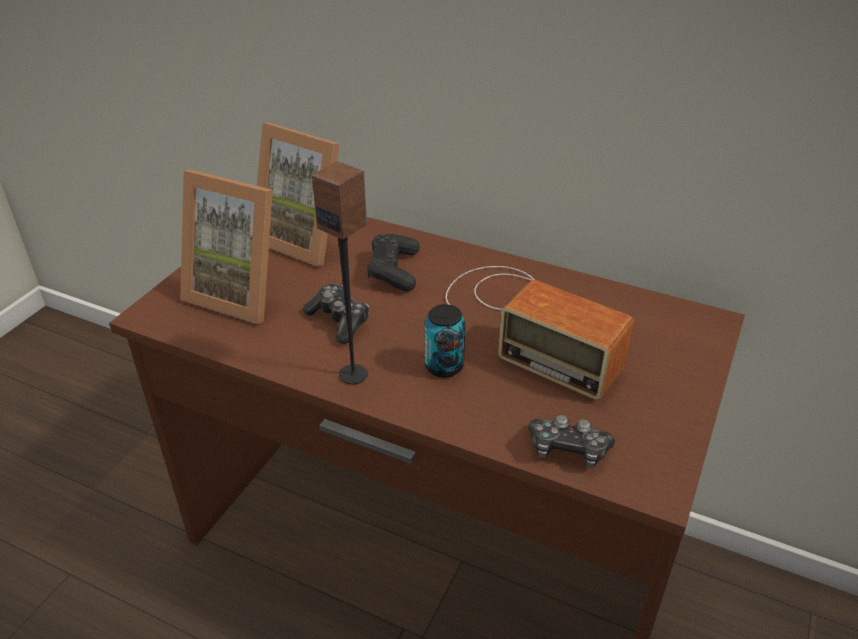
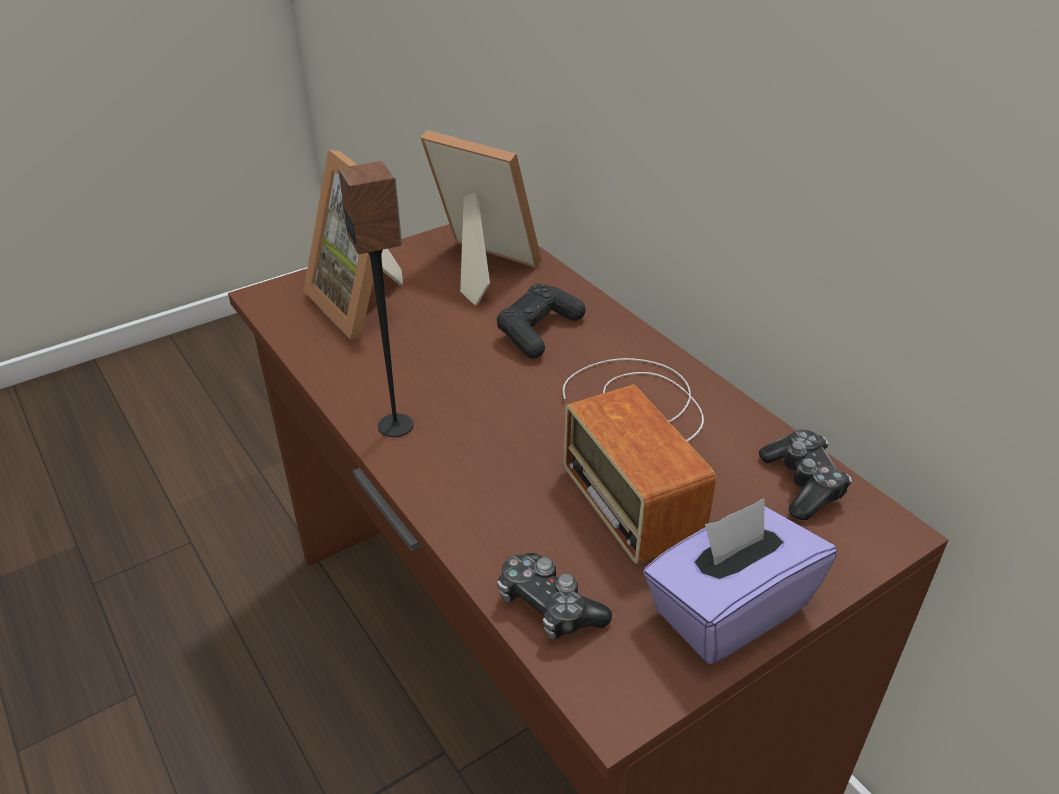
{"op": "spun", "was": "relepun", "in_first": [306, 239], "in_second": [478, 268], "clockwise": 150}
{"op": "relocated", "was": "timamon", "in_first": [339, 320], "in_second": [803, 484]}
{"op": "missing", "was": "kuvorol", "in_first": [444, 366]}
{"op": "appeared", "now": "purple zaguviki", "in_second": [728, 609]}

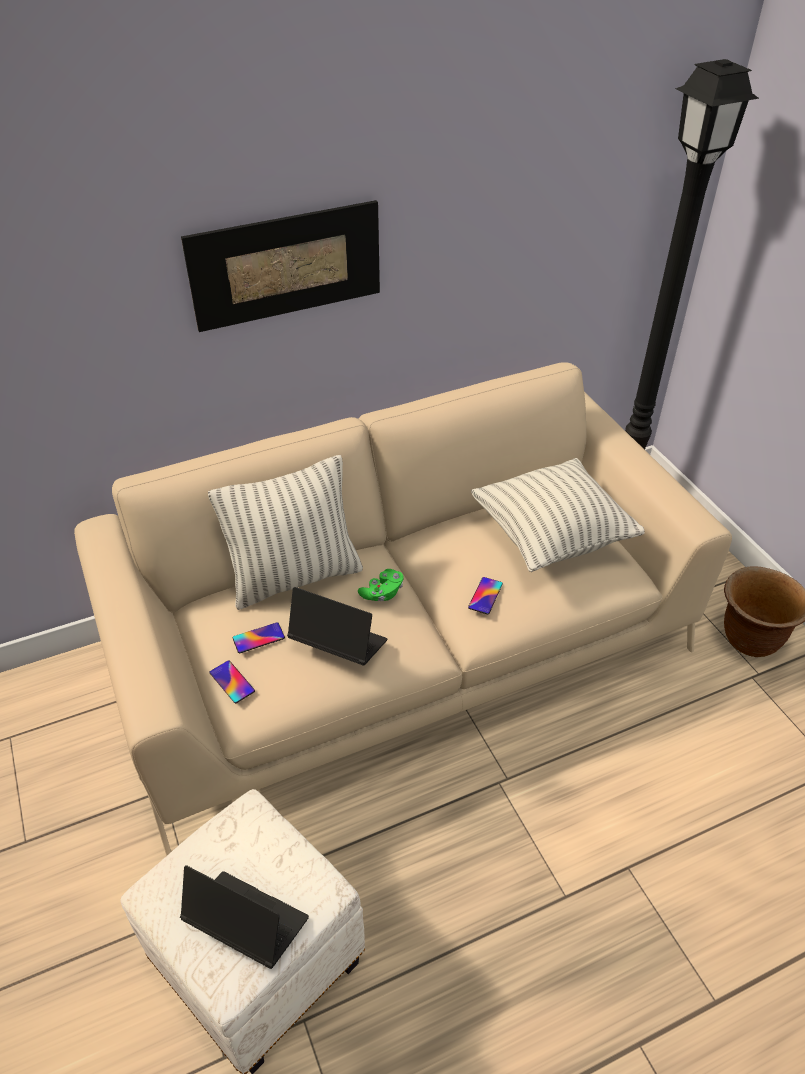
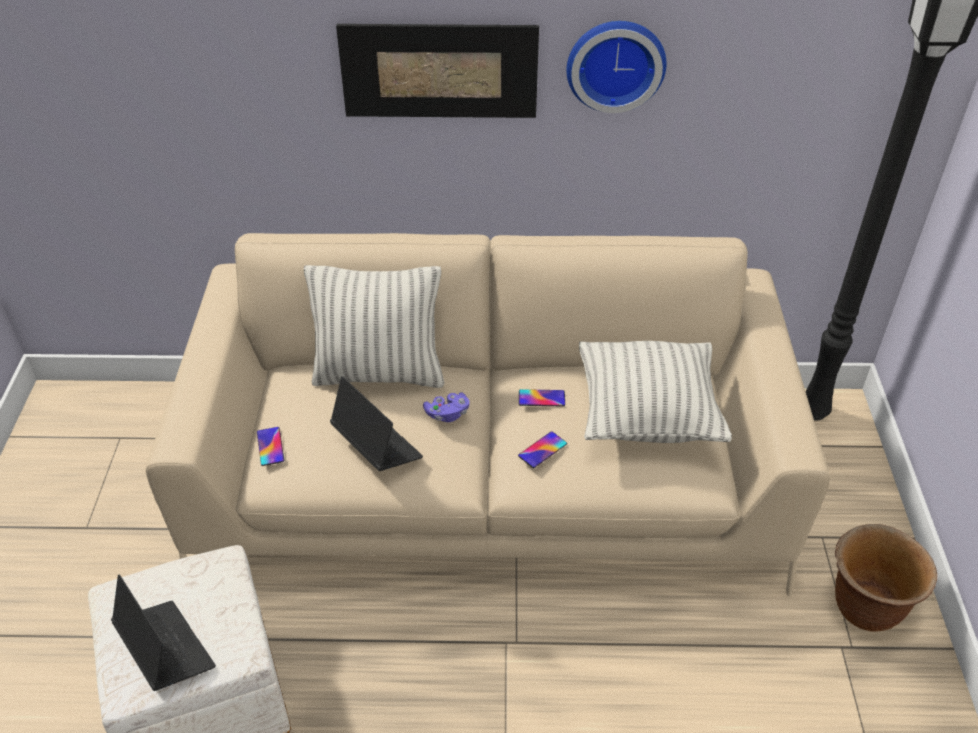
{"op": "relocated", "was": "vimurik", "in_first": [258, 638], "in_second": [541, 398]}
{"op": "colour", "was": "green timamon", "now": "purple timamon", "in_first": [382, 593], "in_second": [447, 414]}
{"op": "appeared", "now": "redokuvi", "in_second": [615, 63]}

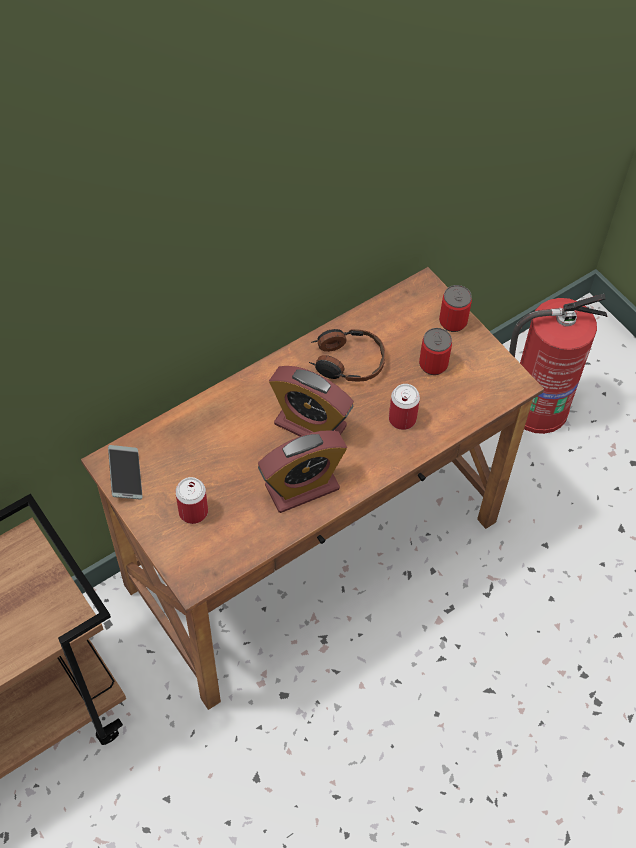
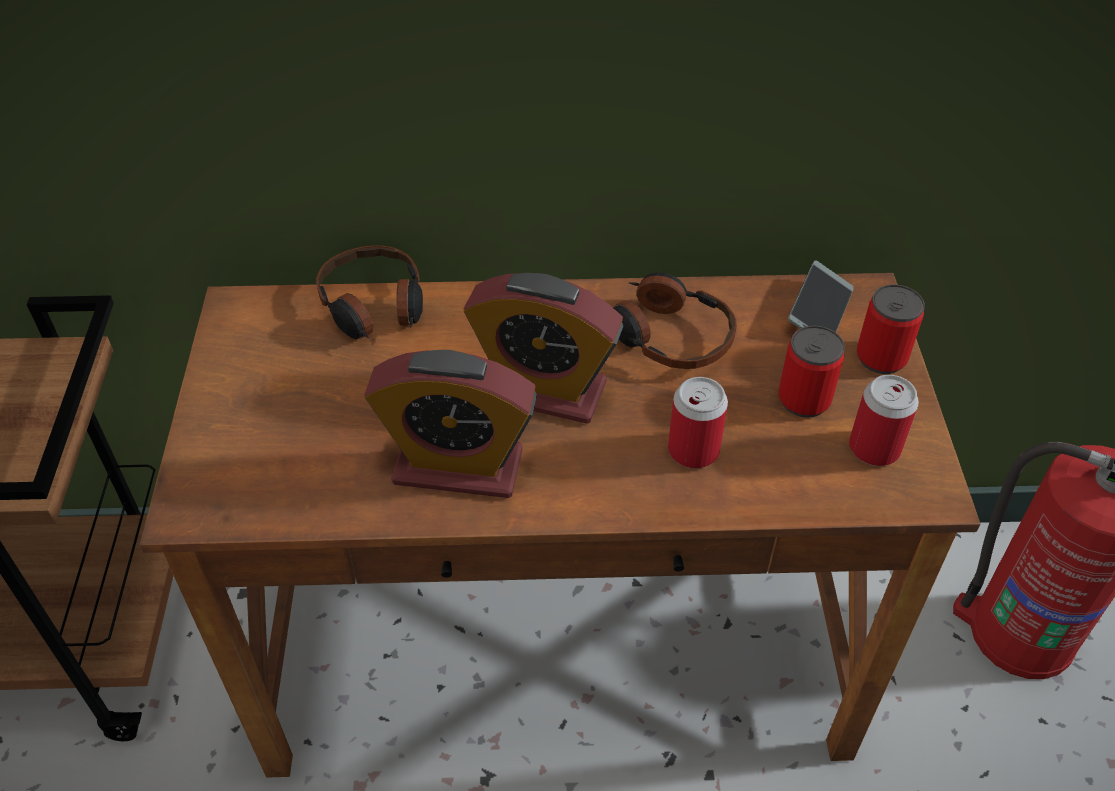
{"op": "relocated", "was": "vimurik", "in_first": [126, 475], "in_second": [819, 311]}
{"op": "relocated", "was": "kuvorol", "in_first": [193, 511], "in_second": [874, 448]}
{"op": "spun", "was": "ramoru", "in_first": [310, 425], "in_second": [543, 390], "clockwise": -45}
{"op": "appeared", "now": "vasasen", "in_second": [374, 306]}

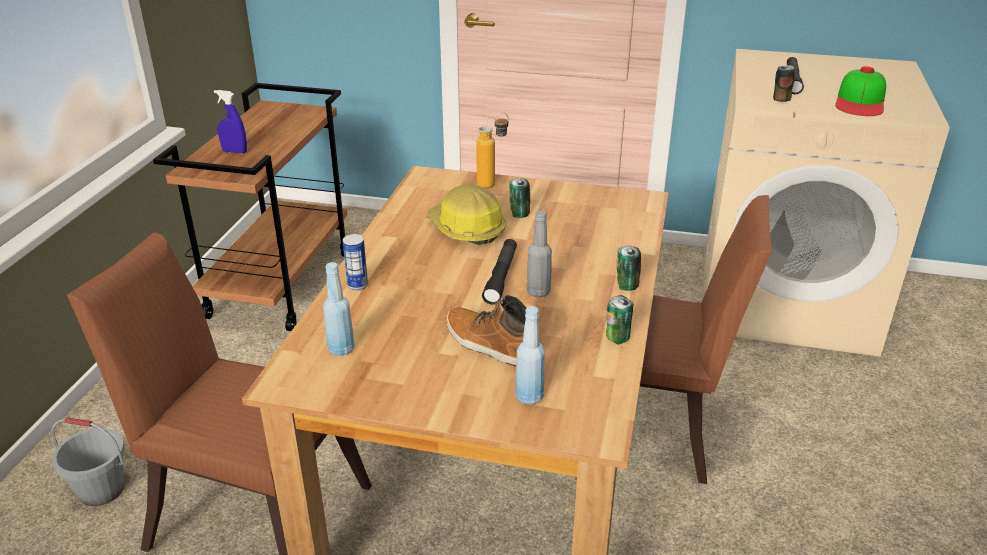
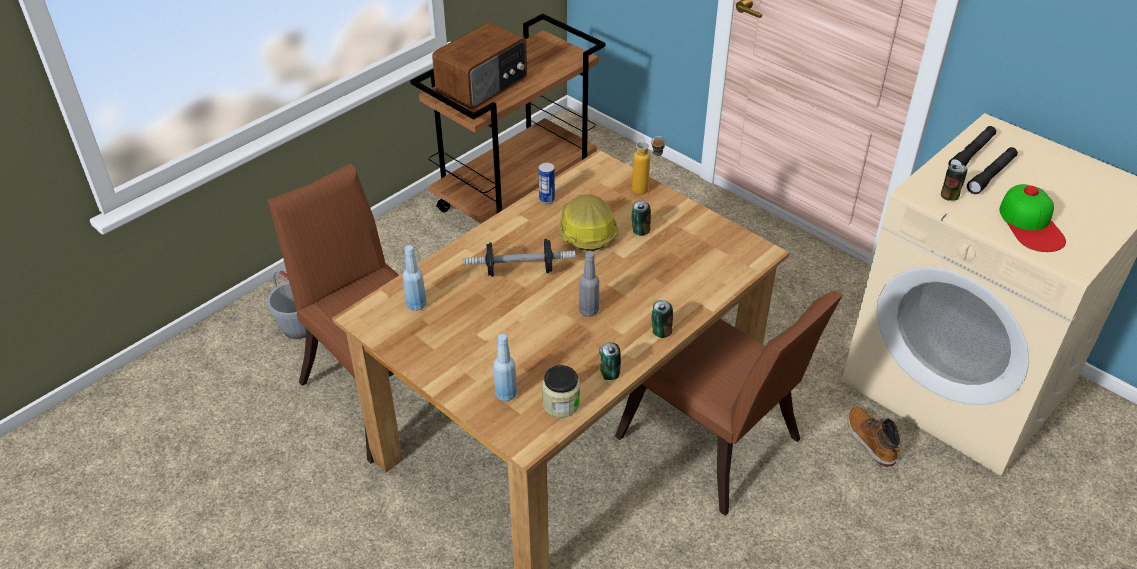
{"op": "exchanged", "was": "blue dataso", "now": "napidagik", "in_first": [235, 152], "in_second": [483, 85]}
{"op": "relocated", "was": "kuvorol", "in_first": [357, 285], "in_second": [547, 200]}
{"op": "relocated", "was": "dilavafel", "in_first": [490, 345], "in_second": [869, 440]}
{"op": "relocated", "was": "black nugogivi", "in_first": [501, 277], "in_second": [971, 153]}
{"op": "spun", "was": "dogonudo", "in_first": [860, 101], "in_second": [1031, 224], "clockwise": -60}
{"op": "appeared", "now": "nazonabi", "in_second": [519, 270]}
{"op": "appeared", "now": "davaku", "in_second": [561, 404]}

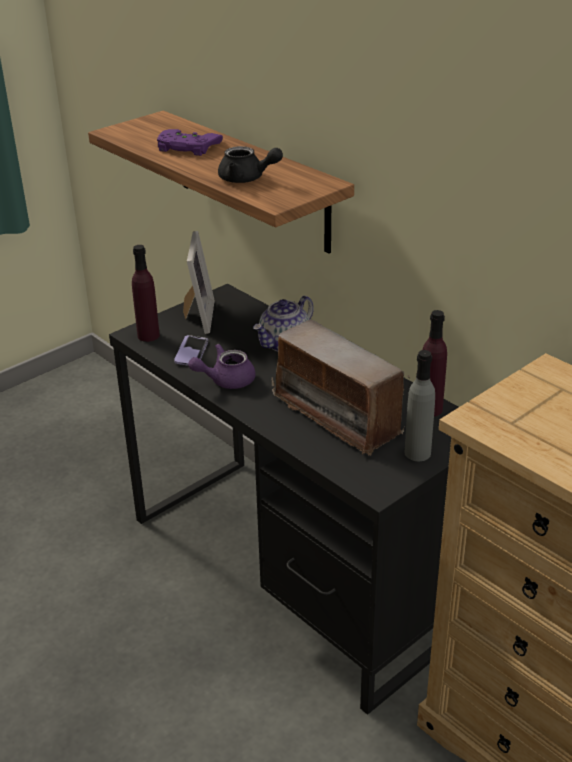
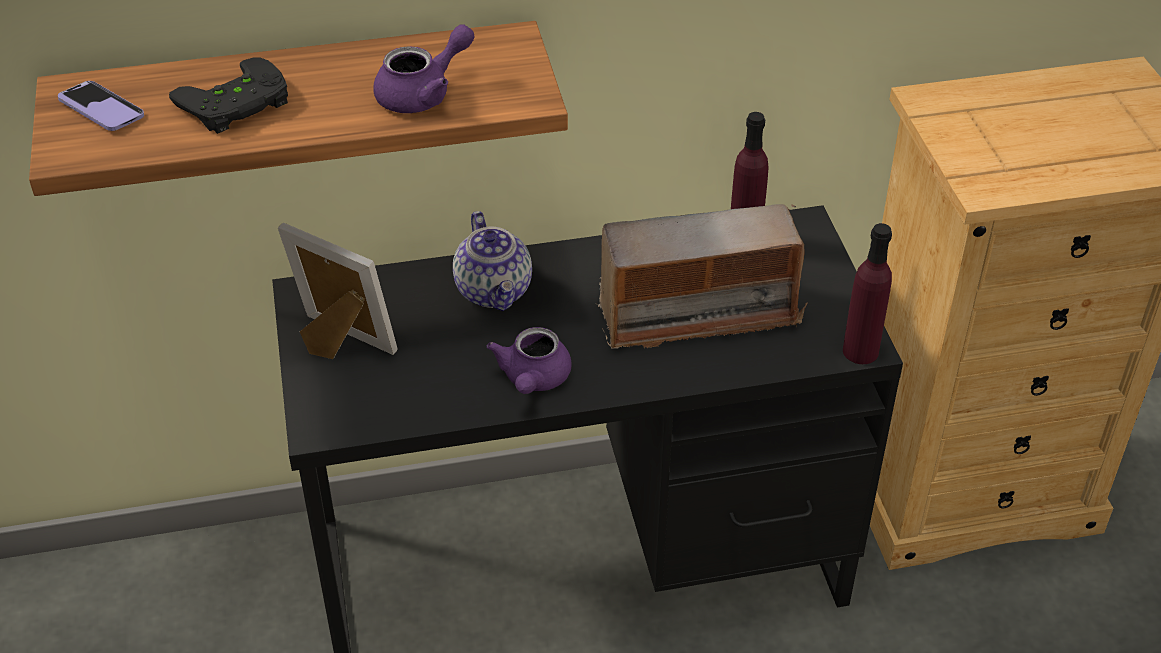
{"op": "relocated", "was": "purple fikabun", "in_first": [148, 335], "in_second": [860, 351]}
{"op": "colour", "was": "purple timamon", "now": "black timamon", "in_first": [186, 147], "in_second": [236, 106]}
{"op": "relocated", "was": "vimurik", "in_first": [191, 352], "in_second": [101, 108]}
{"op": "colour", "was": "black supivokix", "now": "purple supivokix", "in_first": [247, 179], "in_second": [423, 94]}
{"op": "missing", "was": "grey fikabun", "in_first": [417, 453]}

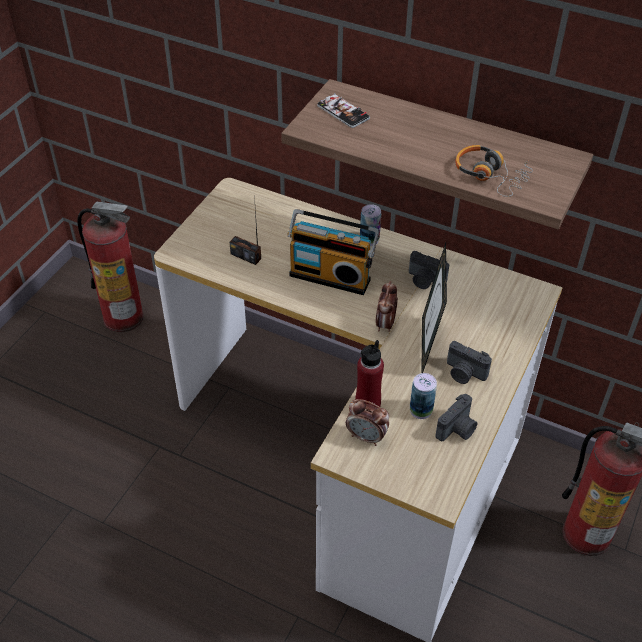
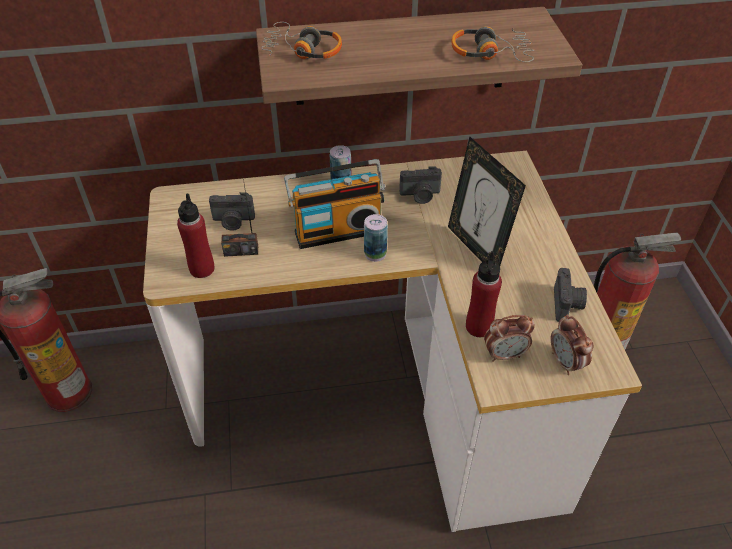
{"op": "exchanged", "was": "vimurik", "now": "vasasen", "in_first": [343, 112], "in_second": [302, 51]}
{"op": "relocated", "was": "ramoru", "in_first": [385, 324], "in_second": [565, 362]}
{"op": "relocated", "was": "kuvorol", "in_first": [421, 410], "in_second": [375, 254]}
{"op": "relocated", "was": "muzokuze", "in_first": [464, 373], "in_second": [233, 221]}
{"op": "appeared", "now": "red fikabun", "in_second": [202, 269]}

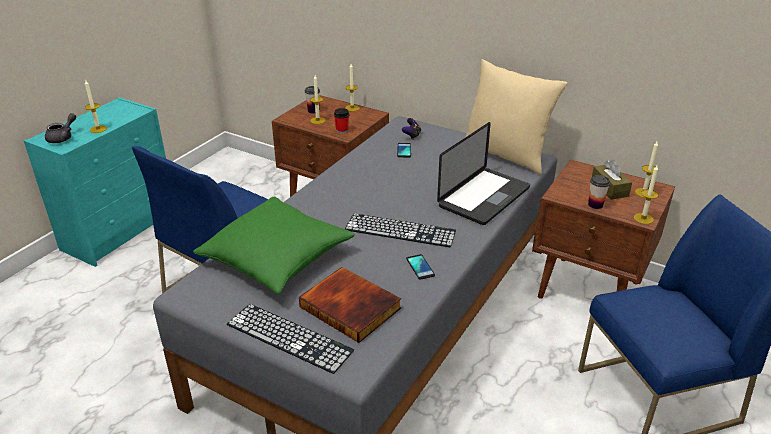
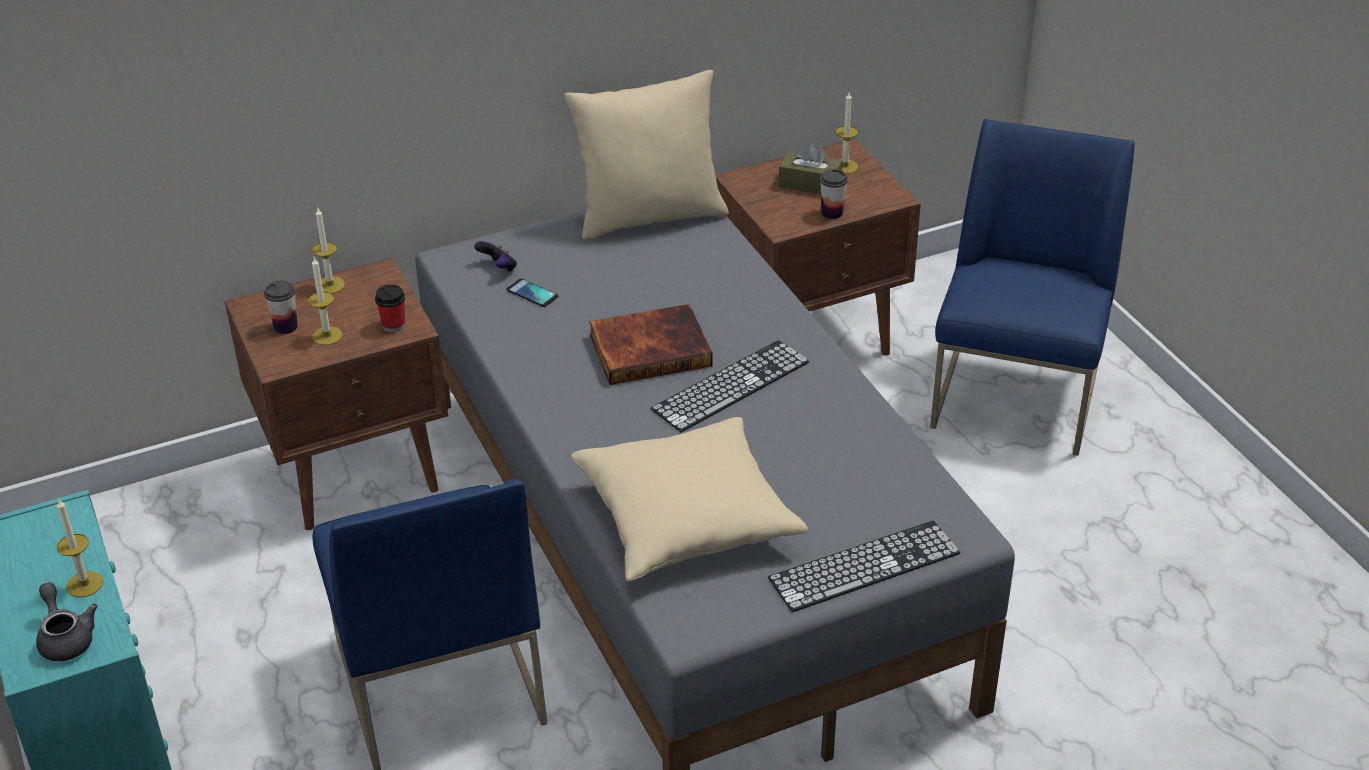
{"op": "colour", "was": "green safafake", "now": "beige safafake", "in_first": [277, 258], "in_second": [687, 518]}
{"op": "relocated", "was": "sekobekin", "in_first": [352, 307], "in_second": [650, 348]}
{"op": "missing", "was": "vimurik", "in_first": [420, 267]}
{"op": "missing", "was": "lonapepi", "in_first": [484, 197]}
{"op": "missing", "was": "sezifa", "in_first": [643, 218]}

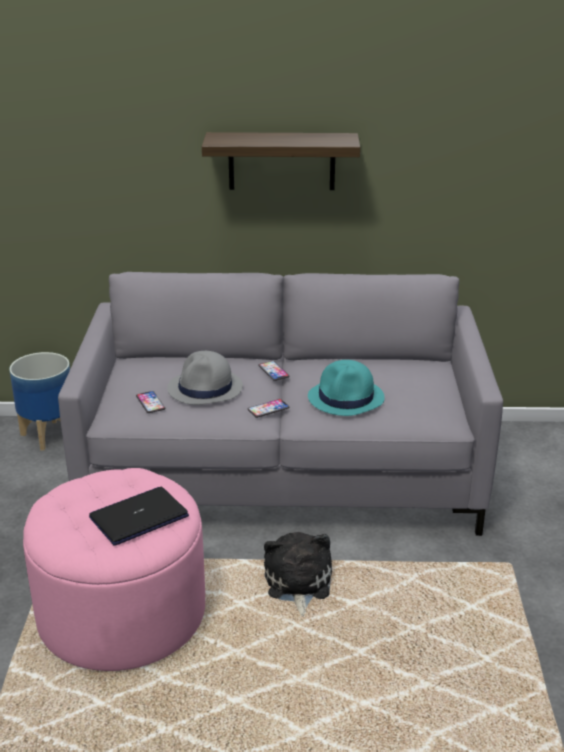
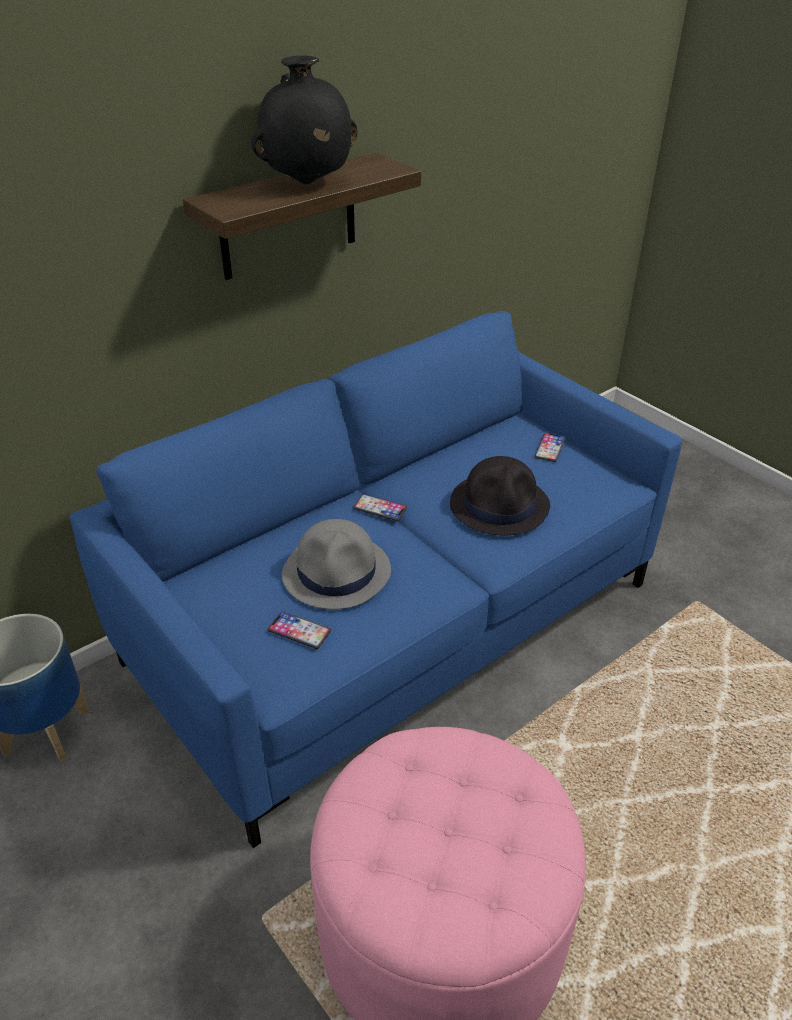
{"op": "colour", "was": "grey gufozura", "now": "blue gufozura", "in_first": [282, 475], "in_second": [395, 623]}
{"op": "missing", "was": "lonapepi", "in_first": [139, 517]}
{"op": "relocated", "was": "vimurik", "in_first": [268, 409], "in_second": [550, 448]}
{"op": "missing", "was": "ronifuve", "in_first": [297, 585]}
{"op": "colour", "was": "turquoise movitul", "now": "black movitul", "in_first": [346, 398], "in_second": [500, 505]}
{"op": "appeared", "now": "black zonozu", "in_second": [307, 183]}

